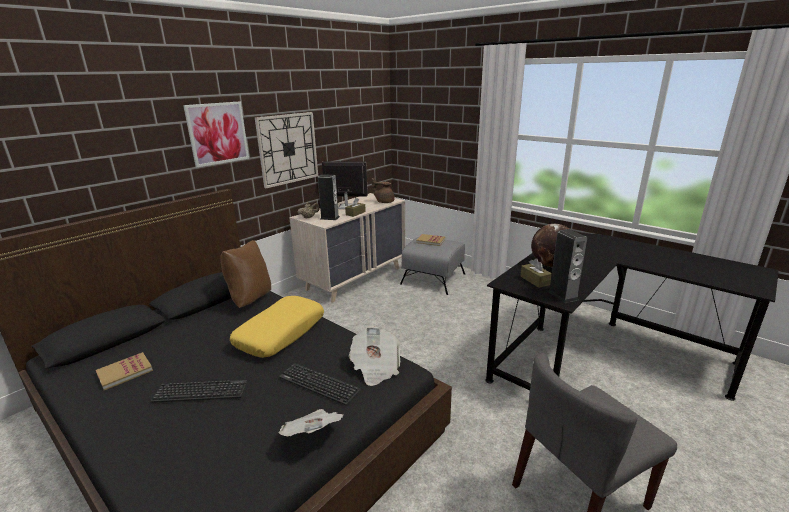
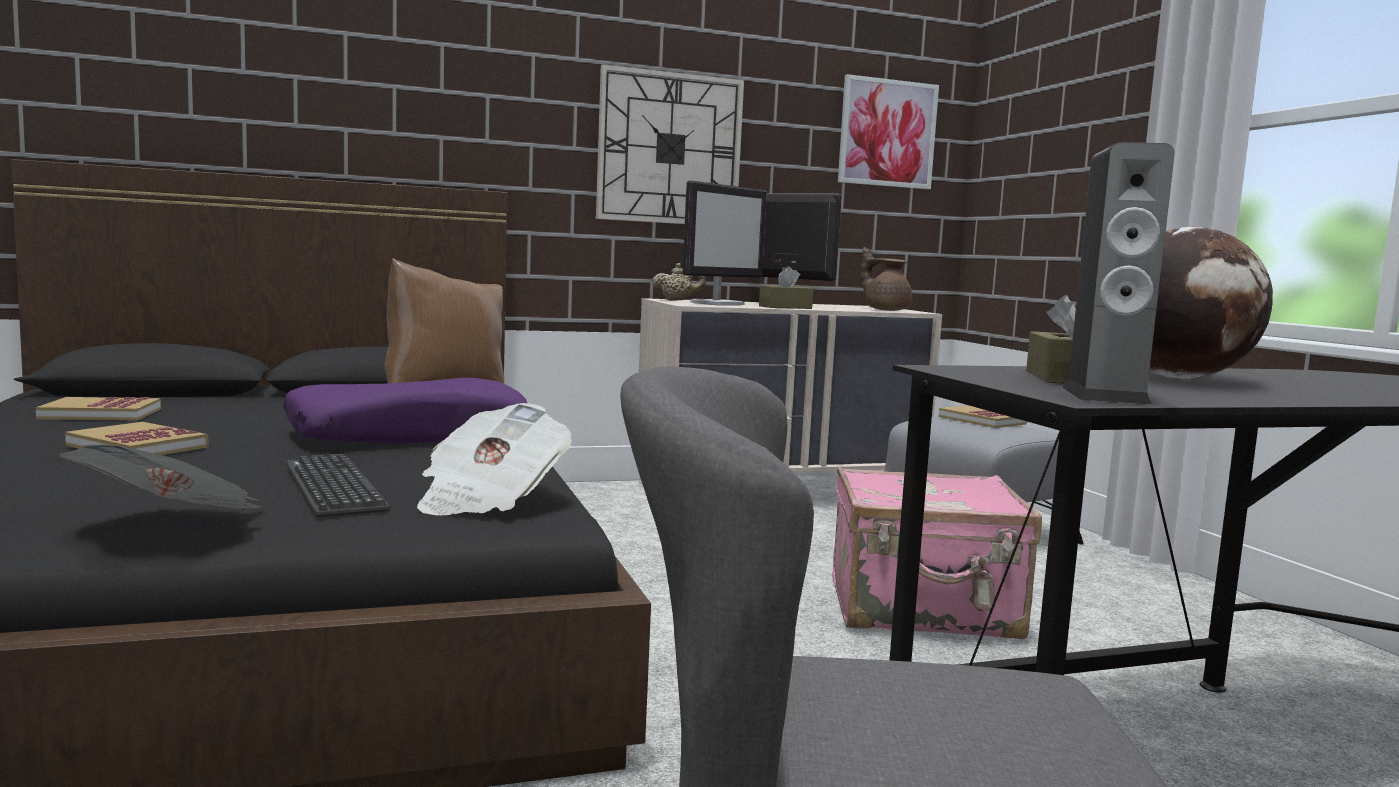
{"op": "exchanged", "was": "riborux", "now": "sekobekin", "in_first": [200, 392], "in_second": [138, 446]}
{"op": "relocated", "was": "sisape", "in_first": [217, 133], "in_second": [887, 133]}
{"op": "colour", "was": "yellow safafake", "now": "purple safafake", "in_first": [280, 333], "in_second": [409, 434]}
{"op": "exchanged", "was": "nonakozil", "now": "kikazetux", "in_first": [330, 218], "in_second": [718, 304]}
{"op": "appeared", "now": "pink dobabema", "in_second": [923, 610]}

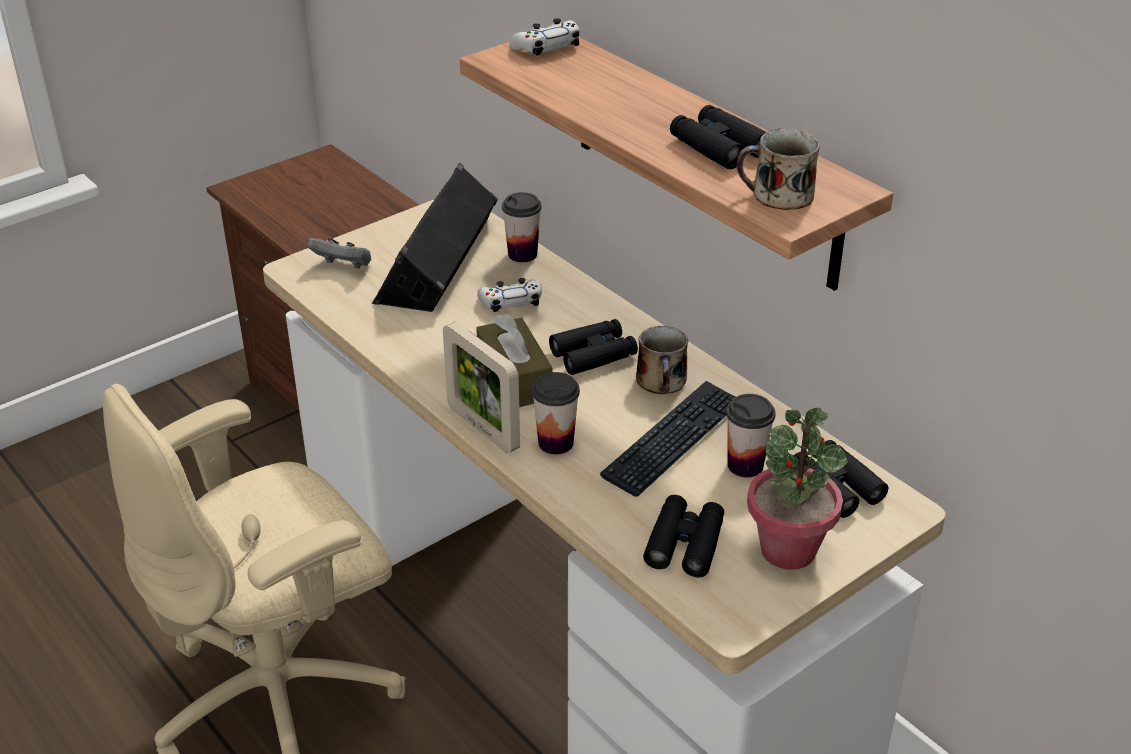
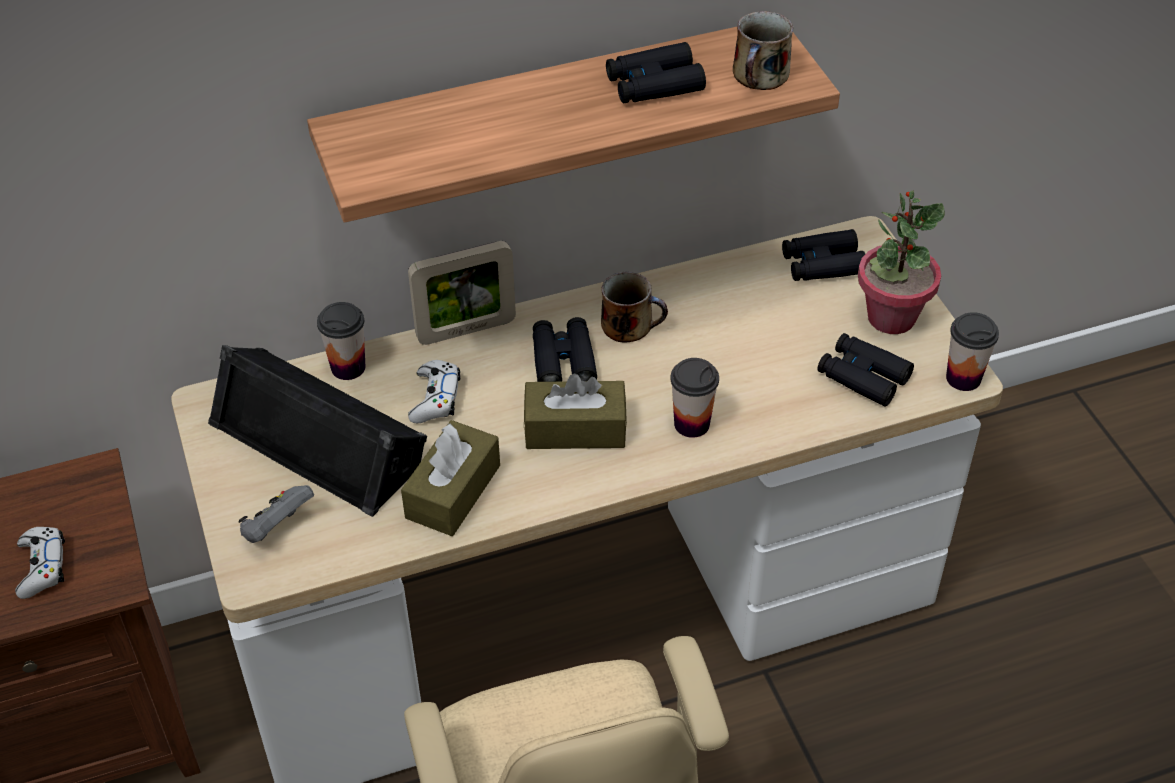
{"op": "relocated", "was": "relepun", "in_first": [483, 429], "in_second": [466, 330]}
{"op": "relocated", "was": "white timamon", "in_first": [547, 47], "in_second": [42, 567]}
{"op": "missing", "was": "riborux", "in_first": [673, 440]}
{"op": "relocated", "was": "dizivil", "in_first": [745, 465], "in_second": [963, 378]}
{"op": "appeared", "now": "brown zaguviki", "in_second": [453, 491]}

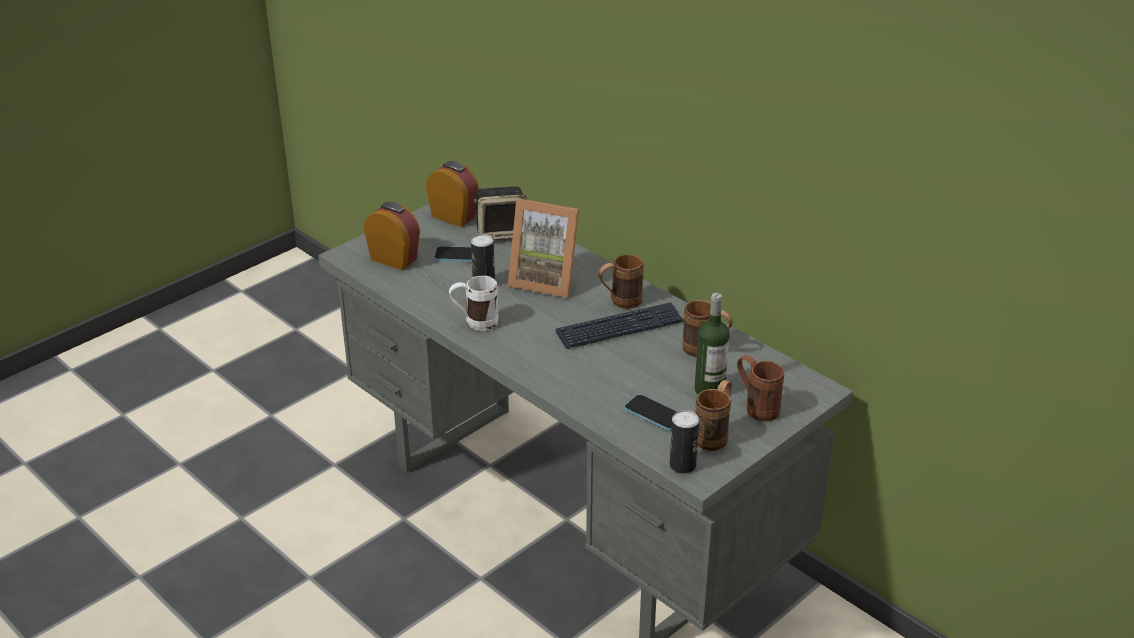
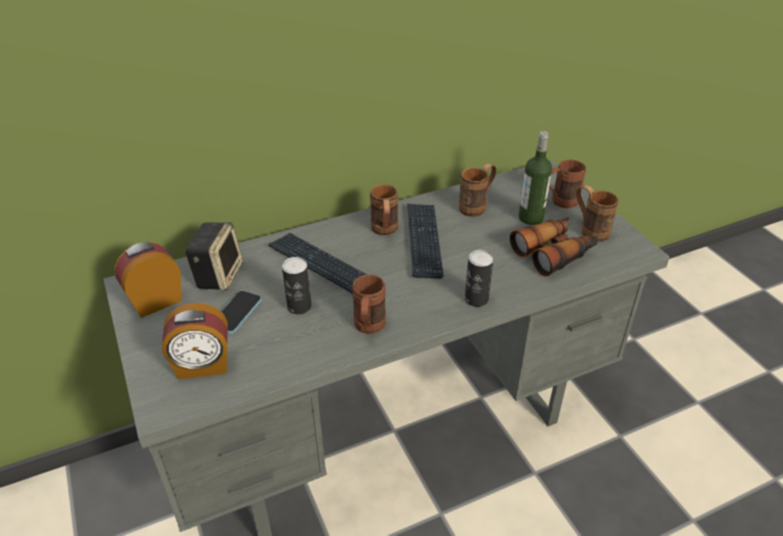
{"op": "spun", "was": "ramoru", "in_first": [394, 258], "in_second": [203, 366], "clockwise": -150}
{"op": "colour", "was": "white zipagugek", "now": "brown zipagugek", "in_first": [474, 323], "in_second": [368, 328]}
{"op": "exchanged", "was": "relepun", "now": "riborux", "in_first": [546, 280], "in_second": [321, 265]}
{"op": "exchanged", "was": "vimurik", "now": "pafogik", "in_first": [654, 414], "in_second": [554, 252]}
{"op": "relocated", "was": "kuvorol", "in_first": [682, 465], "in_second": [476, 299]}

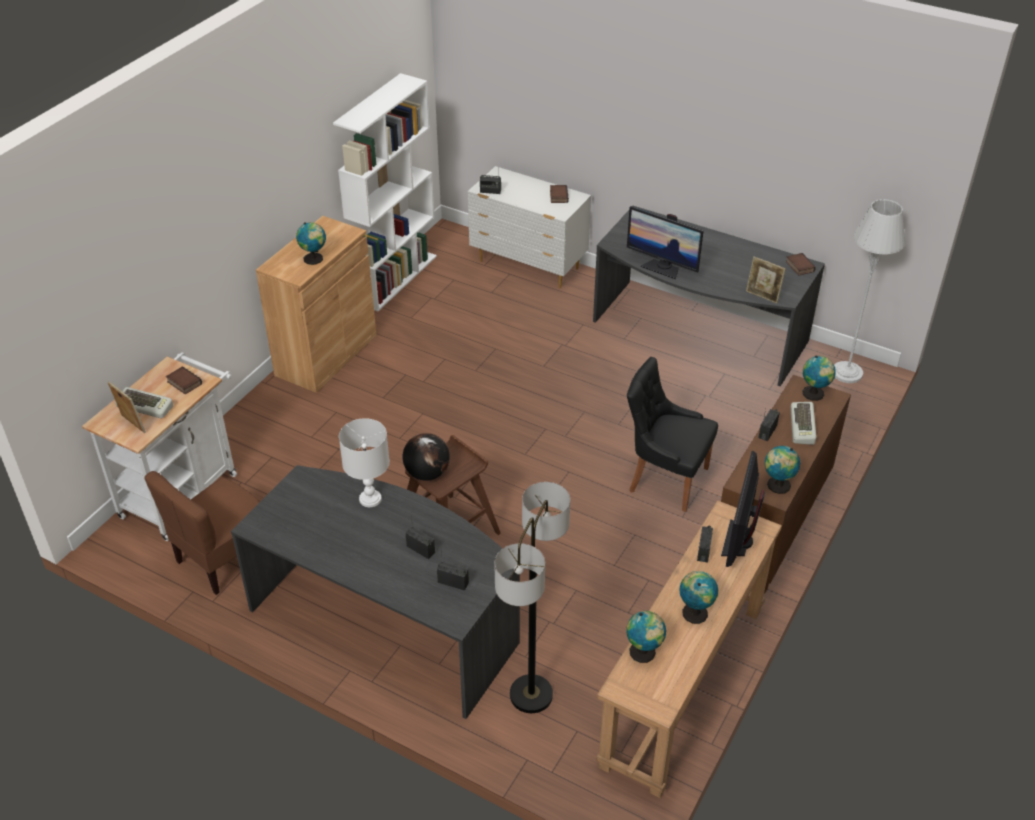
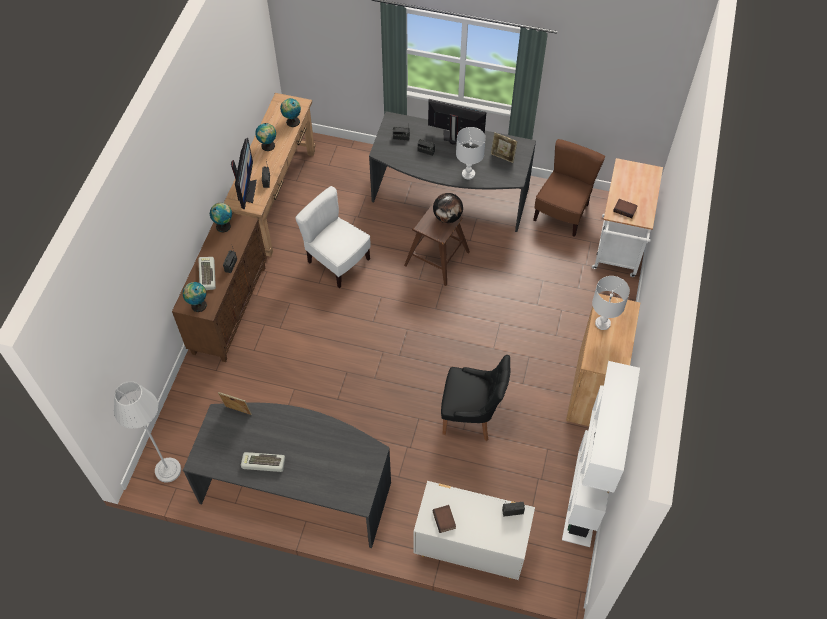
{"op": "relocated", "was": "relepun", "in_first": [131, 424], "in_second": [502, 157]}
{"op": "relocated", "was": "riborux", "in_first": [146, 406], "in_second": [262, 464]}
{"op": "exchanged", "was": "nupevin", "now": "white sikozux", "in_first": [314, 259], "in_second": [602, 323]}
{"op": "missing", "was": "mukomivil", "in_first": [531, 695]}
{"op": "relocated", "was": "kikazetux", "in_first": [662, 268], "in_second": [455, 138]}
{"op": "relocated", "was": "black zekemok", "in_first": [665, 479], "in_second": [471, 416]}
{"op": "missing", "was": "sekobekin", "in_first": [799, 266]}
{"op": "appeared", "now": "white zekemok", "in_second": [337, 261]}

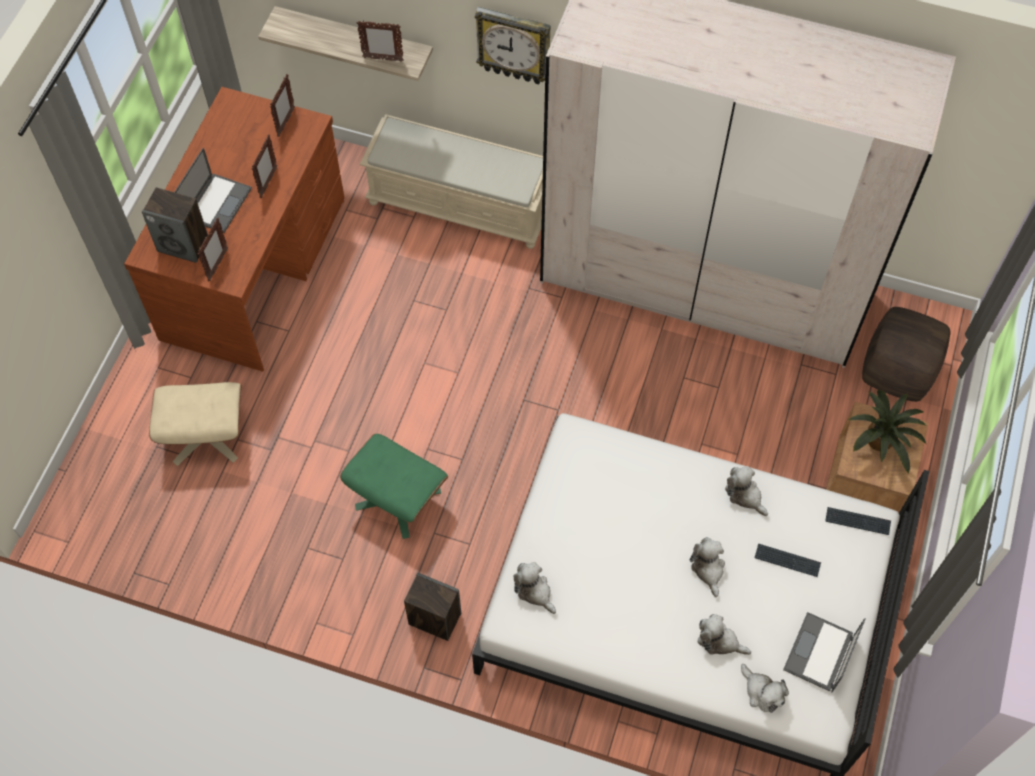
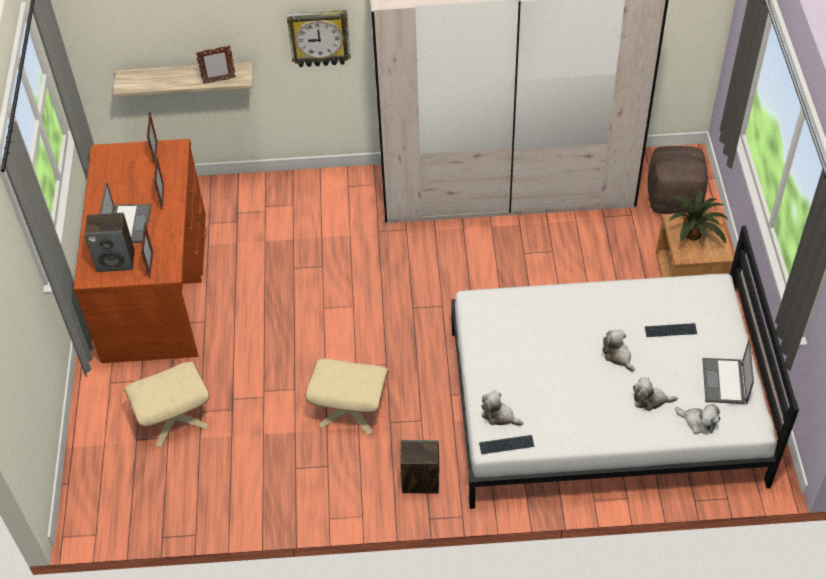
{"op": "colour", "was": "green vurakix", "now": "beige vurakix", "in_first": [397, 499], "in_second": [350, 409]}
{"op": "missing", "was": "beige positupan", "in_first": [461, 204]}
{"op": "missing", "was": "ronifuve", "in_first": [745, 495]}
{"op": "relocated", "was": "riborux", "in_first": [857, 521], "in_second": [506, 445]}

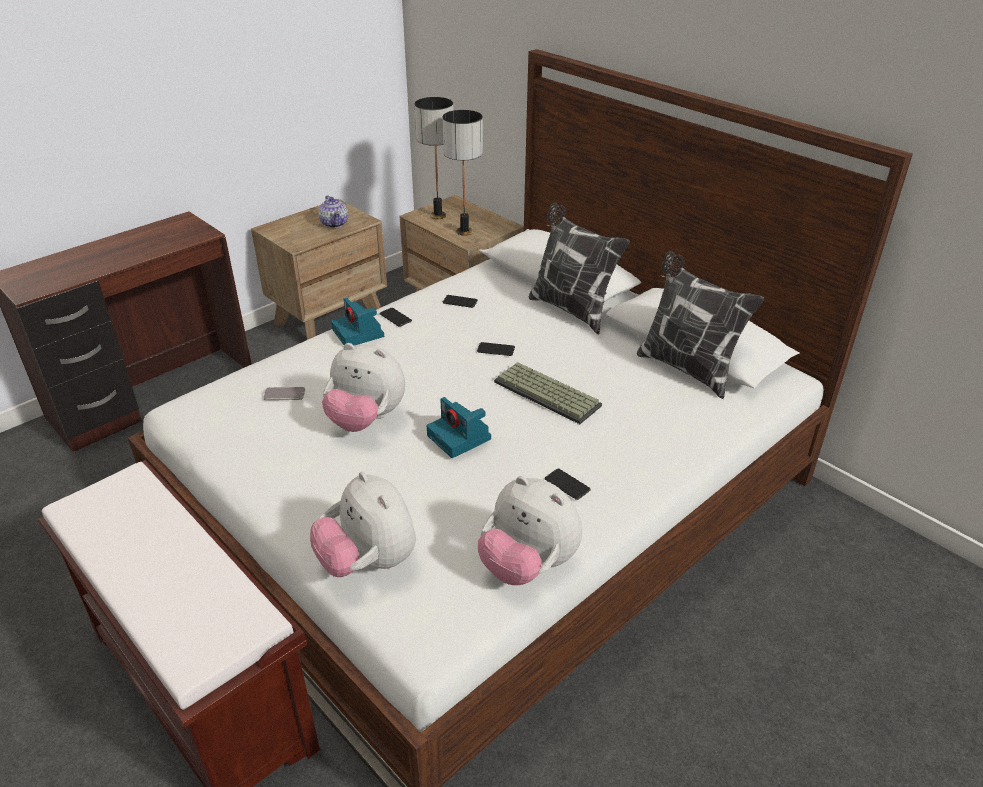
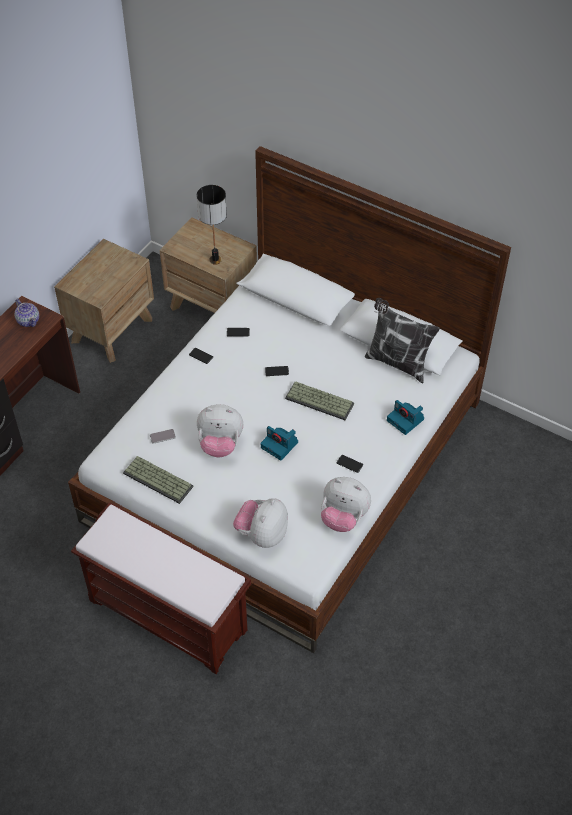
{"op": "spun", "was": "ronifuve", "in_first": [368, 562], "in_second": [262, 534], "clockwise": 75}
{"op": "relocated", "was": "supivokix", "in_first": [334, 223], "in_second": [28, 320]}
{"op": "relocated", "was": "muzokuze", "in_first": [359, 334], "in_second": [406, 420]}
{"op": "missing", "was": "sikozux", "in_first": [438, 215]}
{"op": "missing", "was": "safafake", "in_first": [571, 309]}
{"op": "appeared", "now": "riborux", "in_second": [159, 479]}

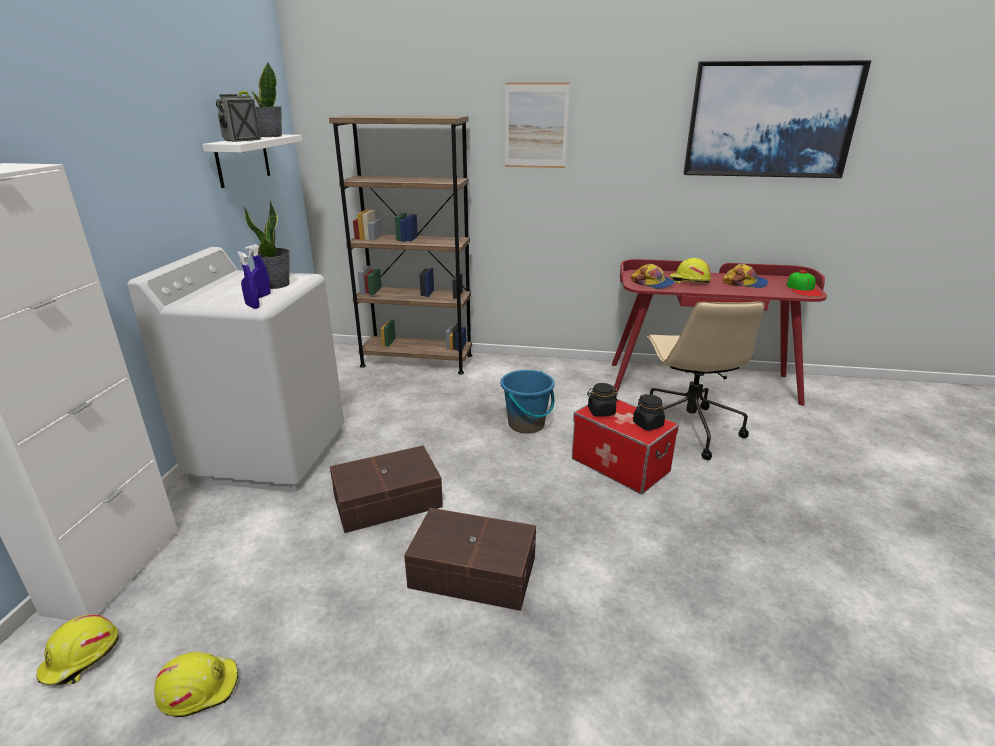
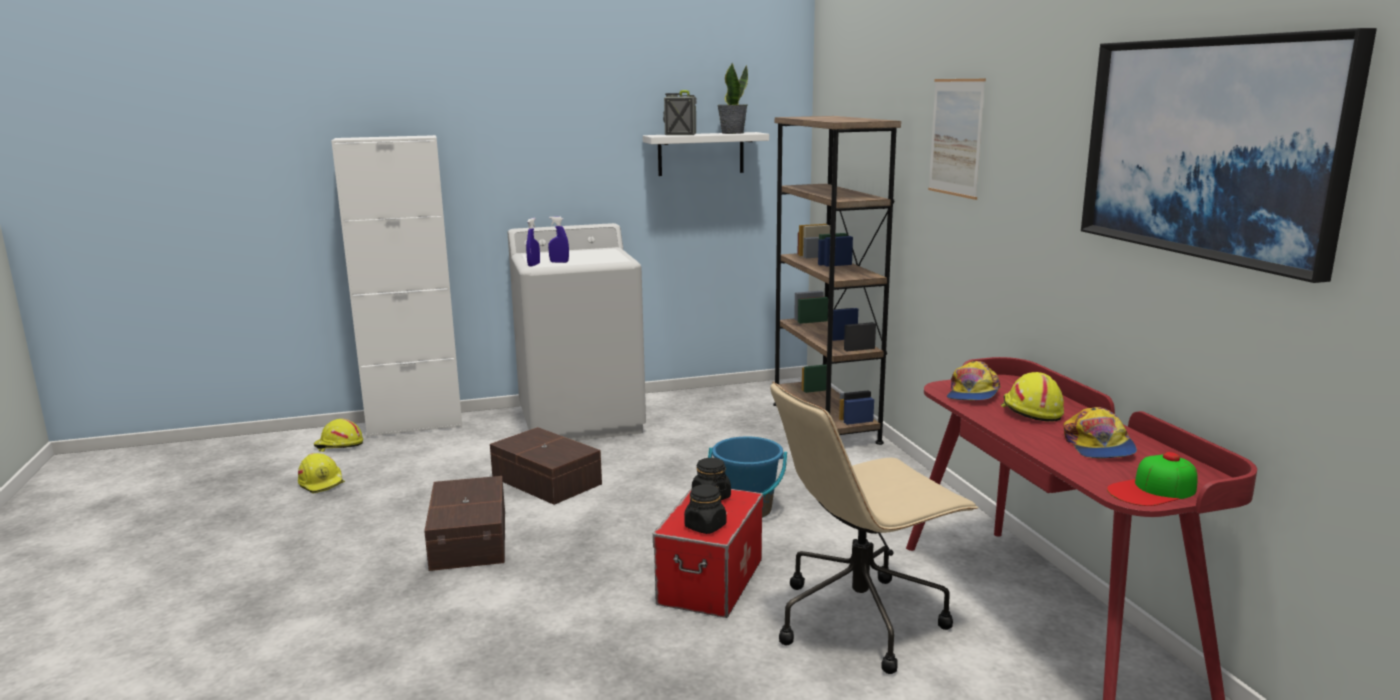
{"op": "missing", "was": "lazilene", "in_first": [276, 285]}

